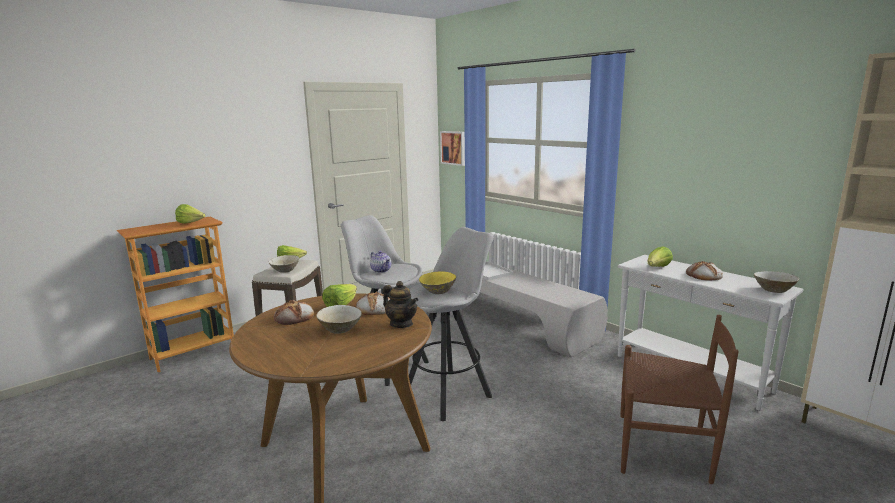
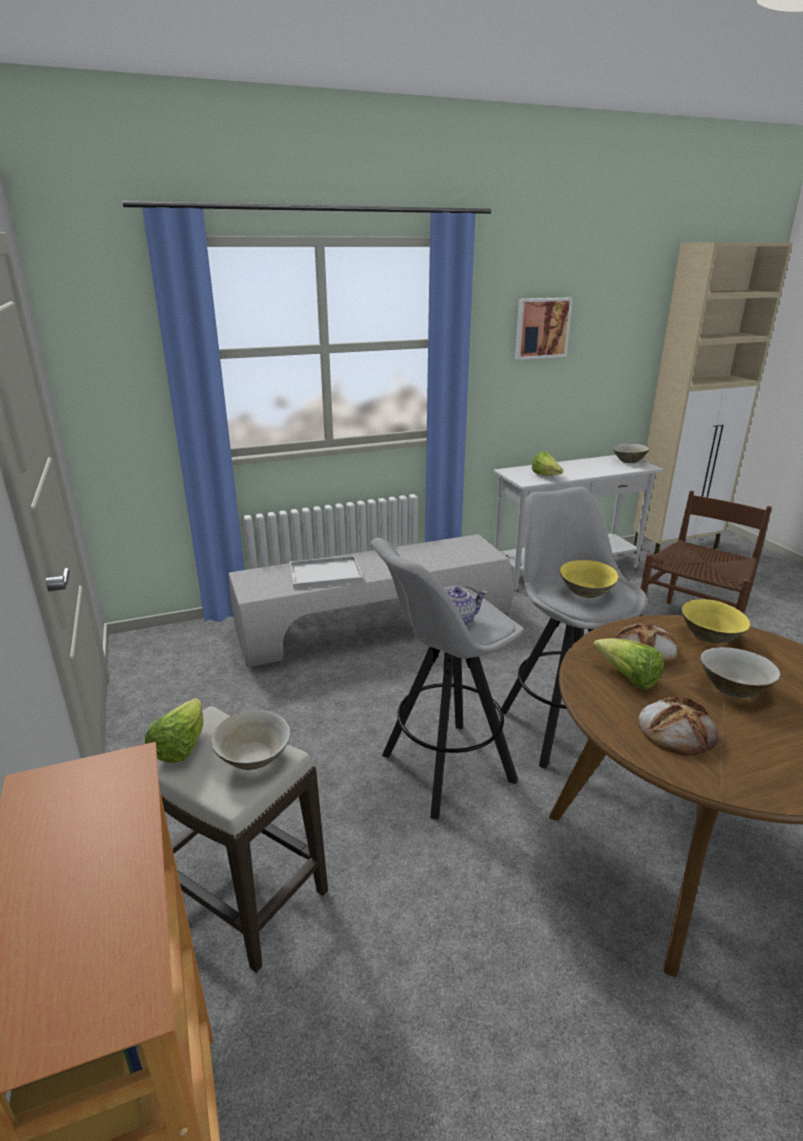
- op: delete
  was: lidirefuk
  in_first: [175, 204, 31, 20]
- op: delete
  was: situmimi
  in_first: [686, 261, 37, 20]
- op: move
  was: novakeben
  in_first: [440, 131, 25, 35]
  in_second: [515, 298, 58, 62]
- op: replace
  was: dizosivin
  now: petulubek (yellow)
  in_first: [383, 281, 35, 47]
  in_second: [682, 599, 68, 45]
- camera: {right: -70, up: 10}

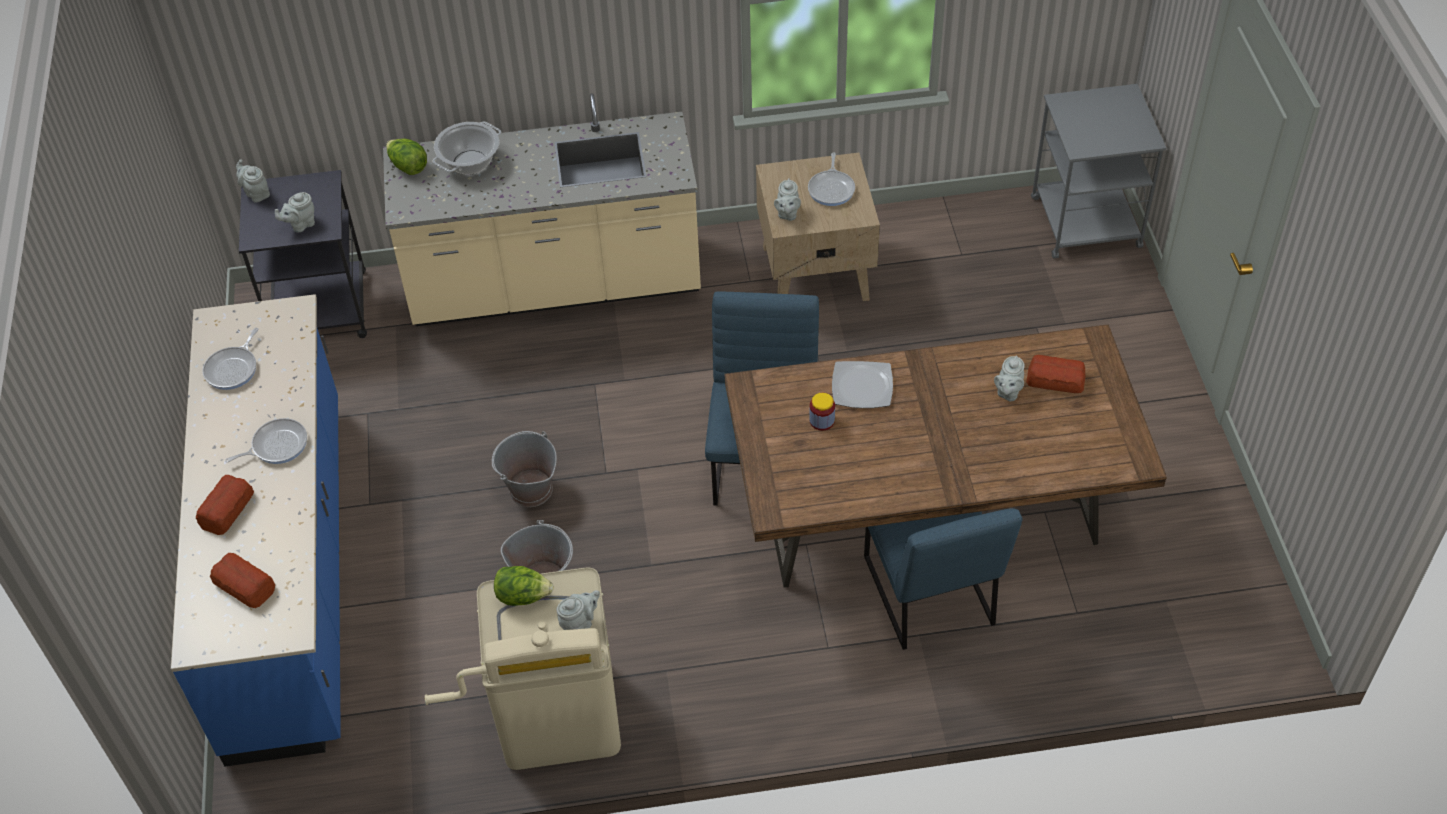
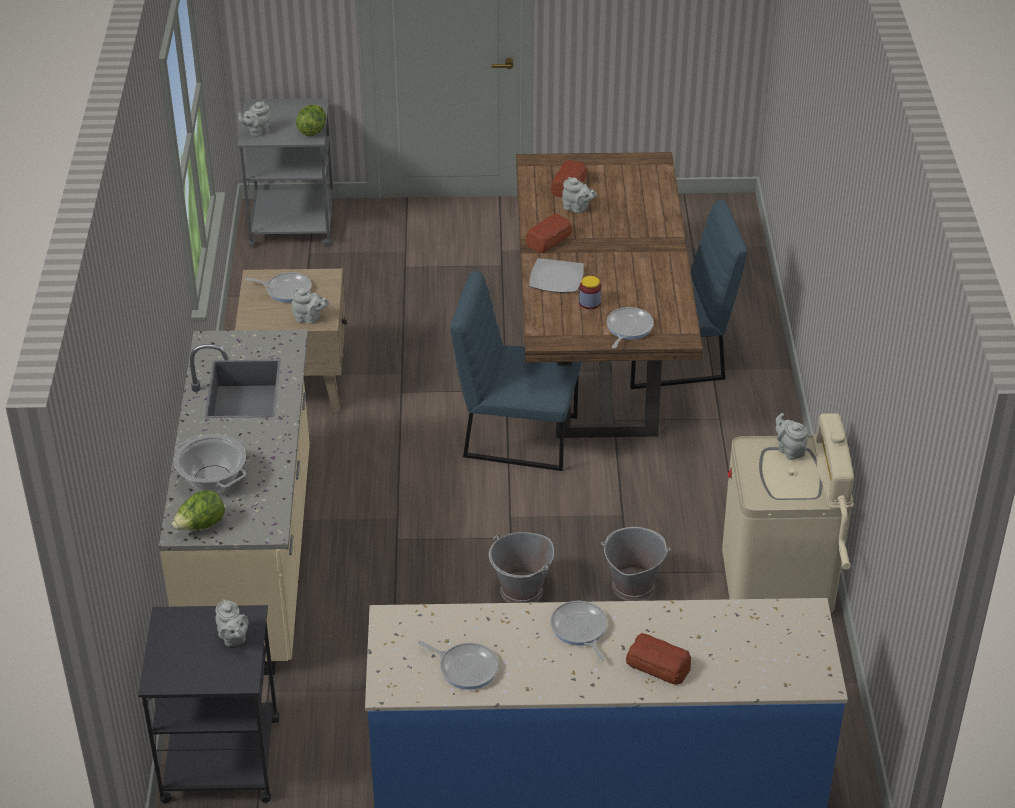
- op: insert
  now: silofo
  in_second: [607, 307, 47, 41]
- op: move
  was: situmimi
  in_first: [210, 553, 65, 55]
  in_second: [526, 214, 46, 39]
- op: move
  was: dizosivin (grey)
  in_first: [236, 159, 34, 44]
  in_second: [238, 101, 32, 36]
- op: move
  was: lidirefuk
  in_first: [494, 566, 60, 40]
  in_second: [296, 105, 30, 31]
- camera: {right: -85, up: -10}

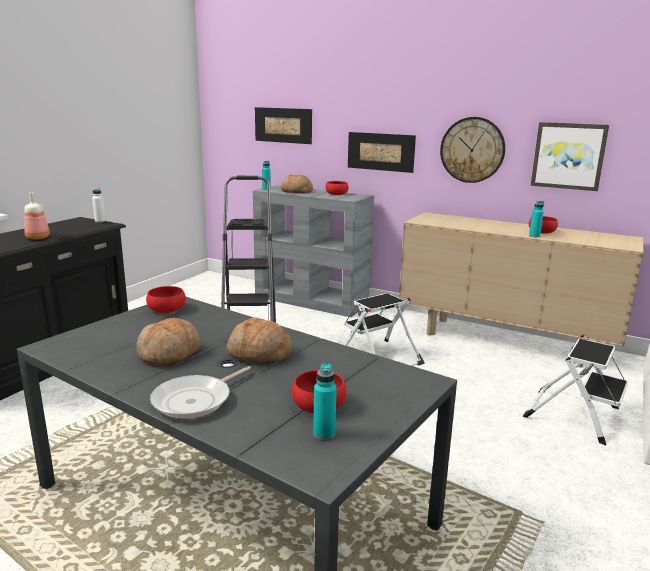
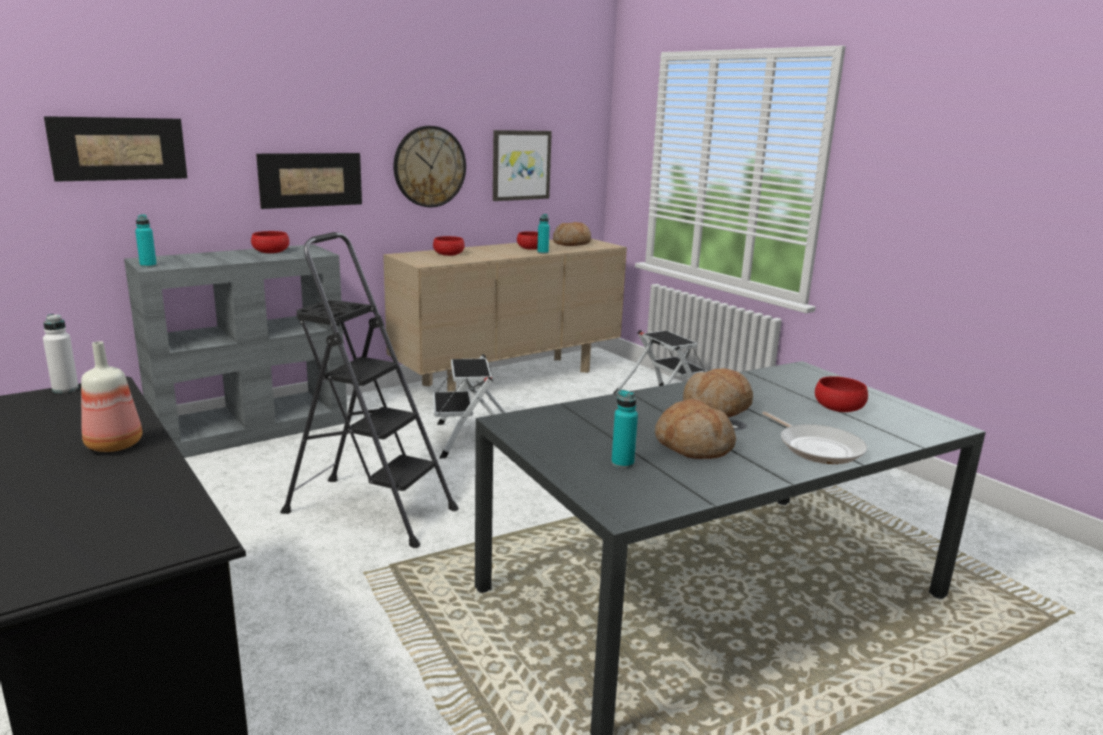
- op: move
  was: petulubek (red)
  in_first: [146, 286, 40, 27]
  in_second: [433, 236, 32, 20]
- op: move
  was: situmimi
  in_first: [281, 174, 32, 19]
  in_second: [553, 222, 38, 24]
- op: move
  was: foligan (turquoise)
  in_first: [313, 363, 24, 77]
  in_second: [611, 390, 27, 79]
- camera: {right: -65, up: 0}

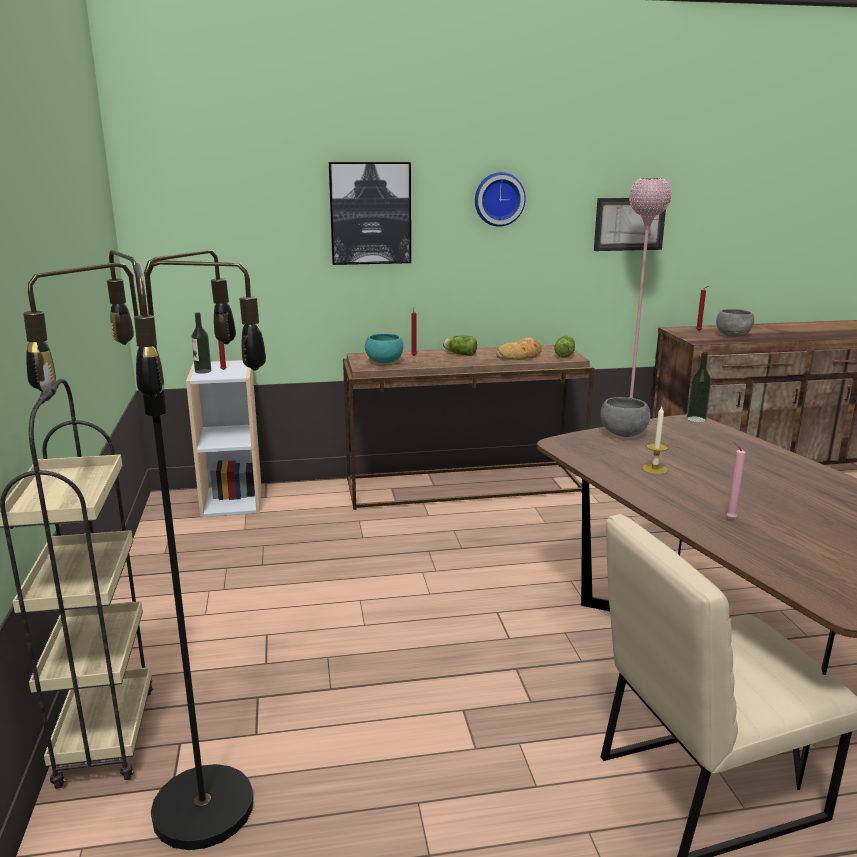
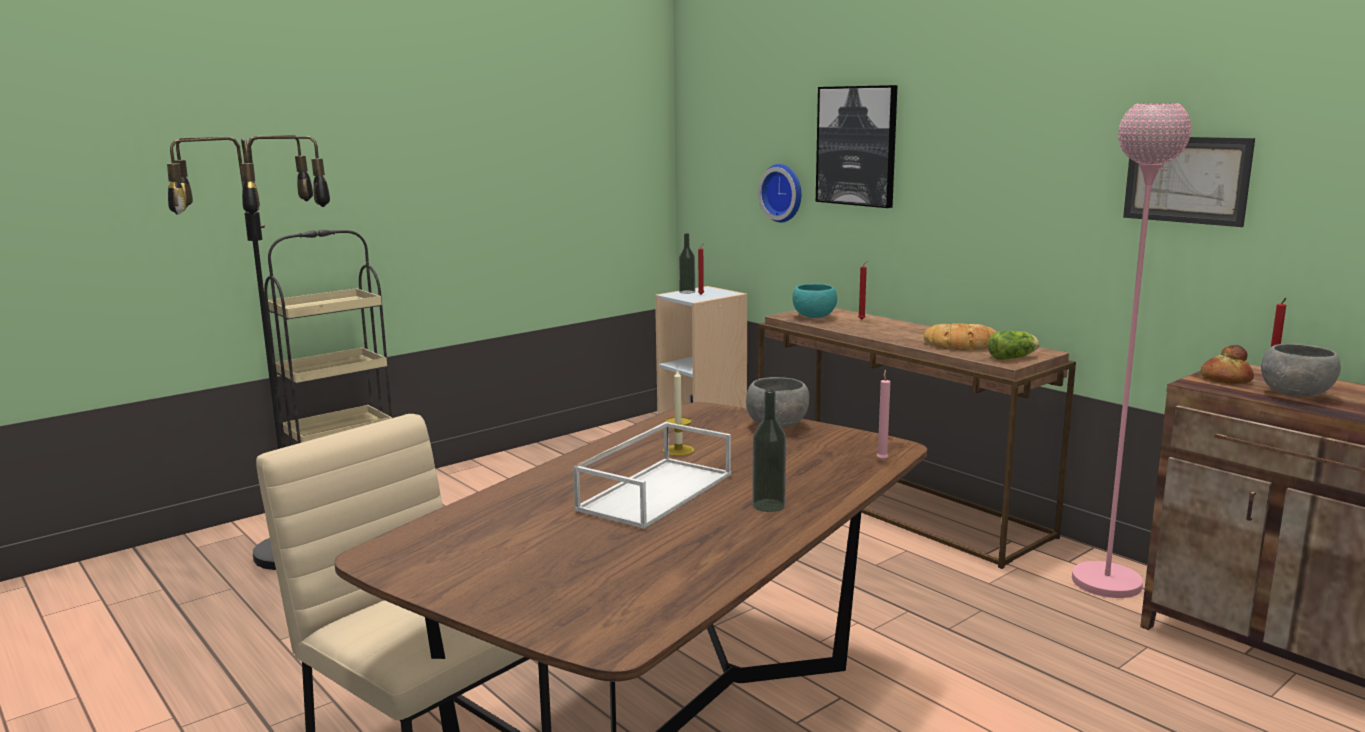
- op: delete
  was: lidirefuk
  in_first: [443, 336, 34, 20]
- op: insert
  now: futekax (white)
  in_second: [573, 422, 158, 107]
- op: insert
  now: situmimi
  in_second: [1201, 345, 53, 39]
- op: move
  was: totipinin
  in_first: [475, 172, 51, 55]
  in_second: [758, 164, 43, 59]
- op: move
  was: foligan
  in_first: [687, 352, 25, 71]
  in_second: [752, 389, 34, 123]
- op: move
  was: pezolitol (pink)
  in_first: [726, 442, 20, 77]
  in_second: [877, 370, 13, 91]
- camera: {right: 60, up: -5}

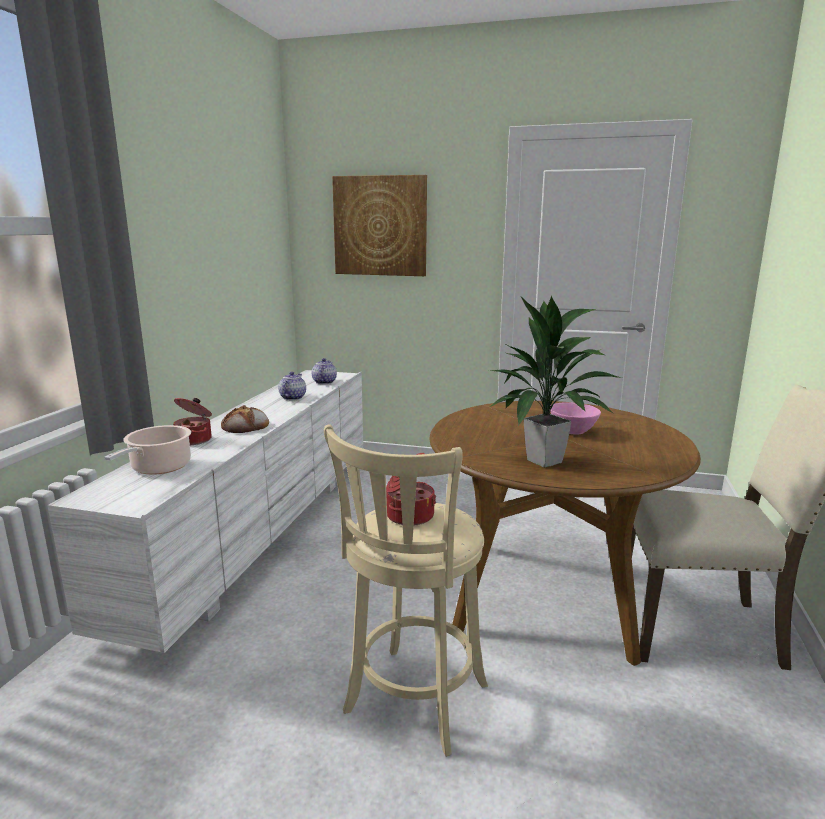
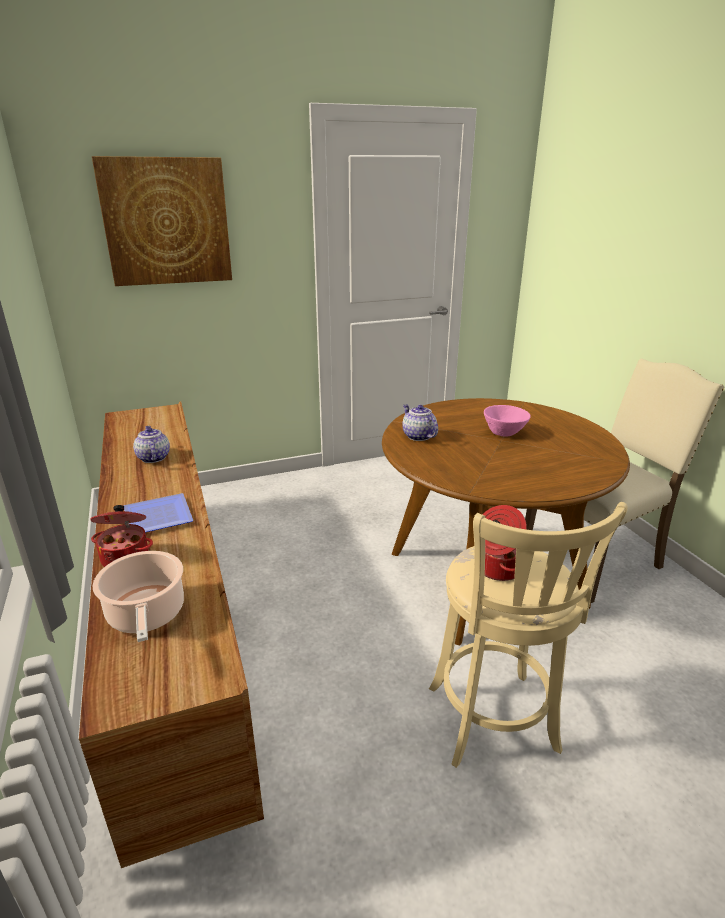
- op: delete
  was: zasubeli
  in_first: [489, 296, 132, 171]
- op: move
  was: dizosivin
  in_first: [312, 358, 25, 26]
  in_second: [402, 404, 36, 37]
- op: replace
  was: situmimi
  now: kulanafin
  in_first: [221, 405, 48, 28]
  in_second: [124, 493, 69, 40]
- op: recolor
  was: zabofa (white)
  now: zabofa (brown)
  in_first: [48, 370, 316, 283]
  in_second: [79, 402, 185, 466]
- camera: {right: -35, up: 10}

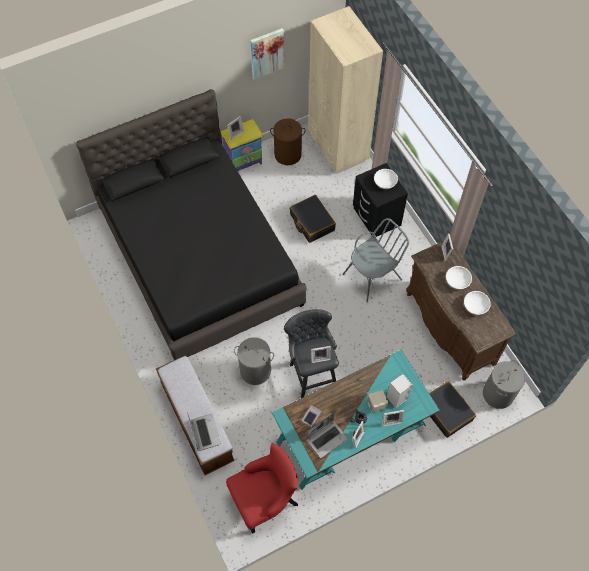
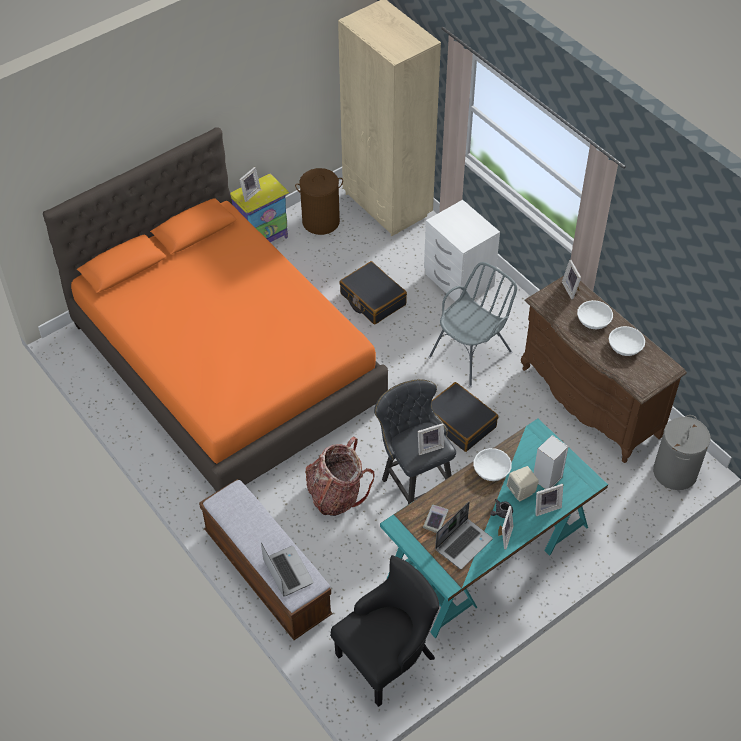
- op: delete
  was: novakeben
  in_first: [250, 28, 34, 52]
- op: move
  was: petulubek (white)
  in_first: [374, 169, 24, 20]
  in_second: [473, 448, 39, 33]
- op: move
  was: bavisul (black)
  in_first: [429, 381, 47, 57]
  in_second: [431, 382, 67, 70]
- op: replace
  was: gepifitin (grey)
  now: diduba
  in_first: [234, 337, 40, 48]
  in_second: [305, 437, 70, 79]
- op: recolor
  was: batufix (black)
  now: batufix (orange)
  in_first: [76, 89, 230, 271]
  in_second: [43, 127, 345, 365]
- op: recolor
  was: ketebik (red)
  now: ketebik (black)
  in_first: [226, 443, 72, 91]
  in_second: [330, 555, 109, 152]
- op: recolor
  was: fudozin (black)
  now: fudozin (white)
  in_first: [353, 163, 55, 74]
  in_second: [424, 200, 76, 102]
- camera: {right: -10, up: -10}

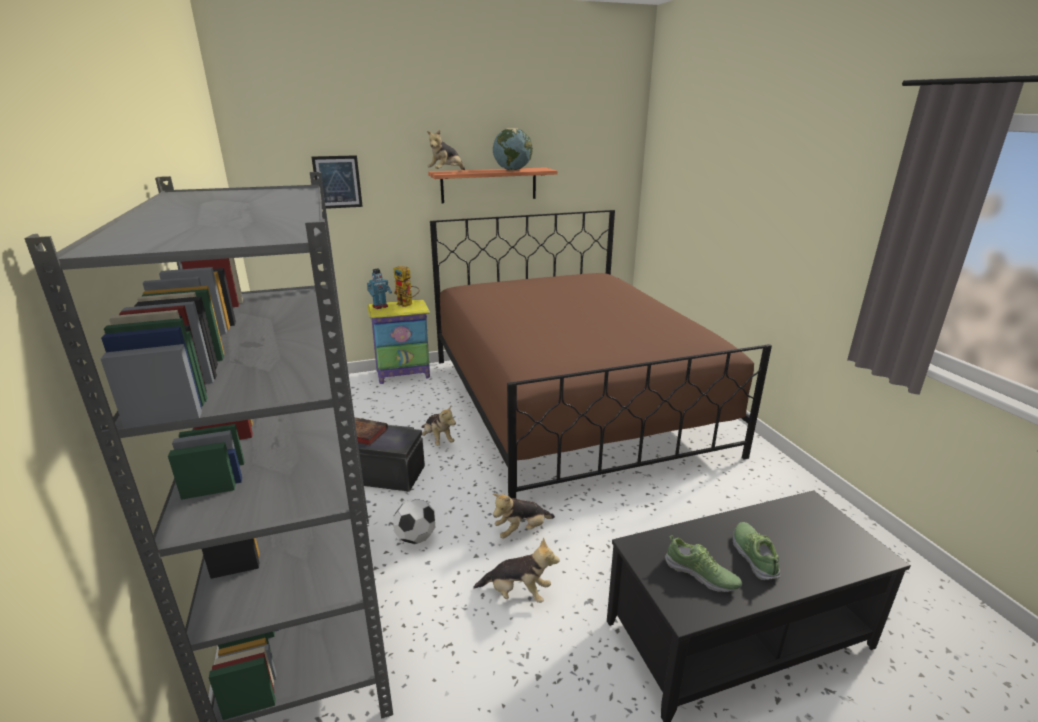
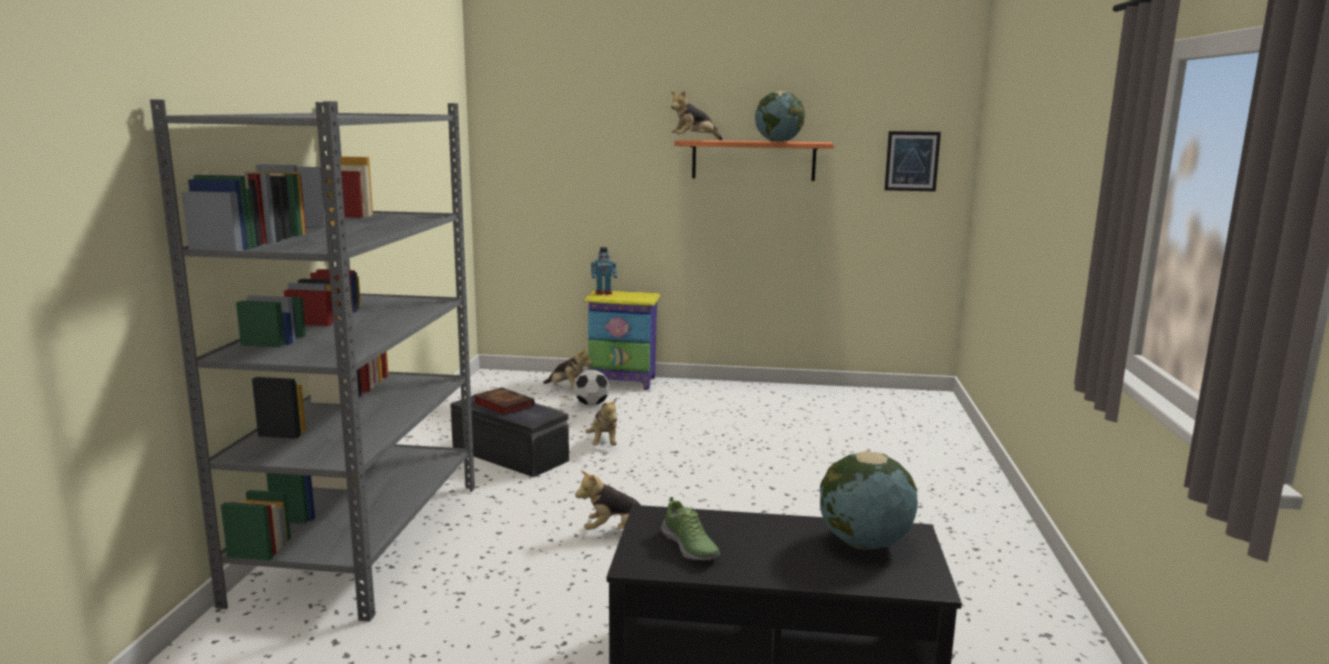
- op: delete
  was: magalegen
  in_first: [394, 266, 26, 41]
- op: delete
  was: batufix (brown)
  in_first: [430, 210, 342, 289]
- op: delete
  was: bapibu
  in_first: [733, 522, 48, 58]
- op: insert
  now: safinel
  in_second: [820, 451, 98, 99]
- op: move
  was: novakeben
  in_first: [312, 155, 51, 54]
  in_second: [884, 131, 57, 61]
- op: move
  was: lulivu
  in_first: [393, 499, 42, 45]
  in_second: [574, 369, 36, 37]
- op: move
  was: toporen
  in_first: [473, 537, 87, 66]
  in_second: [543, 348, 50, 41]
- camera: {right: 25, up: -10}

